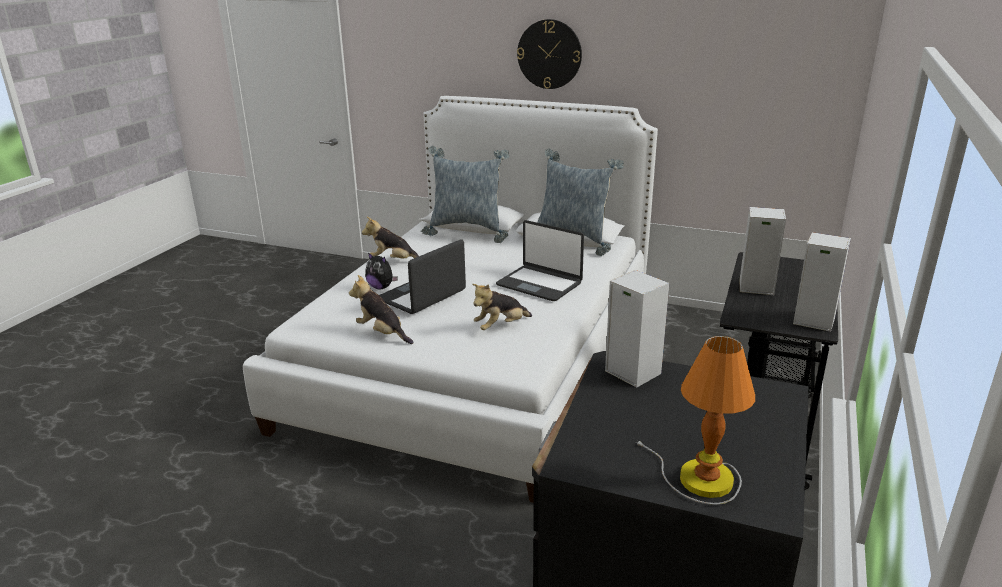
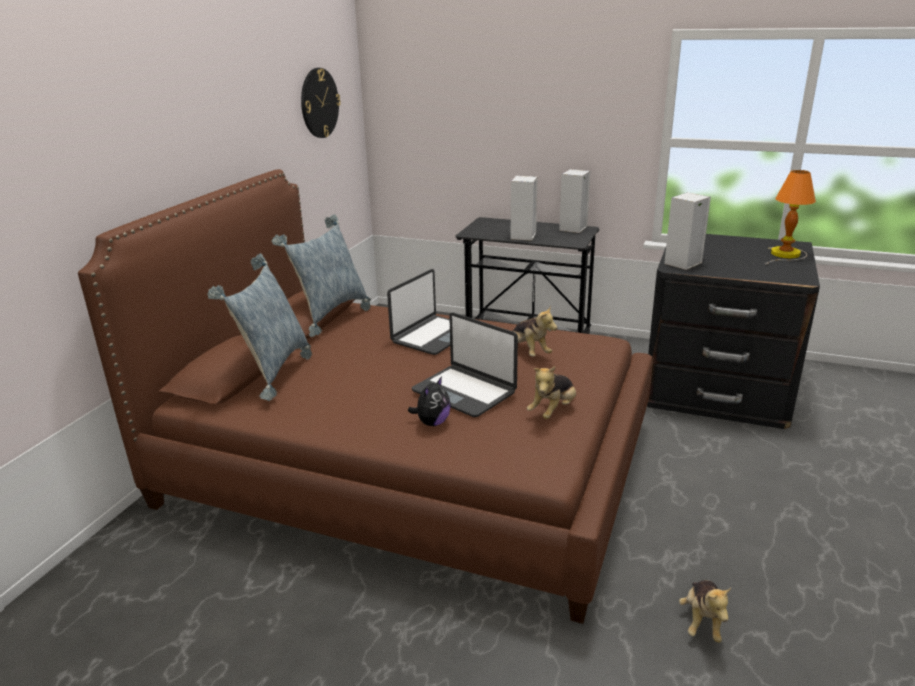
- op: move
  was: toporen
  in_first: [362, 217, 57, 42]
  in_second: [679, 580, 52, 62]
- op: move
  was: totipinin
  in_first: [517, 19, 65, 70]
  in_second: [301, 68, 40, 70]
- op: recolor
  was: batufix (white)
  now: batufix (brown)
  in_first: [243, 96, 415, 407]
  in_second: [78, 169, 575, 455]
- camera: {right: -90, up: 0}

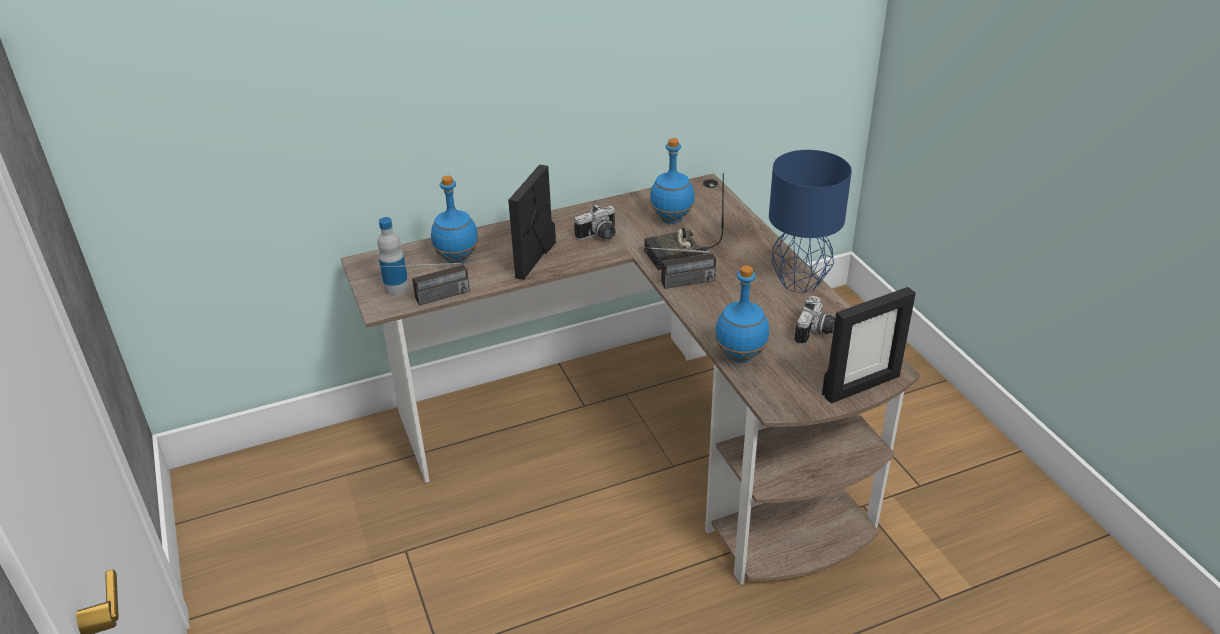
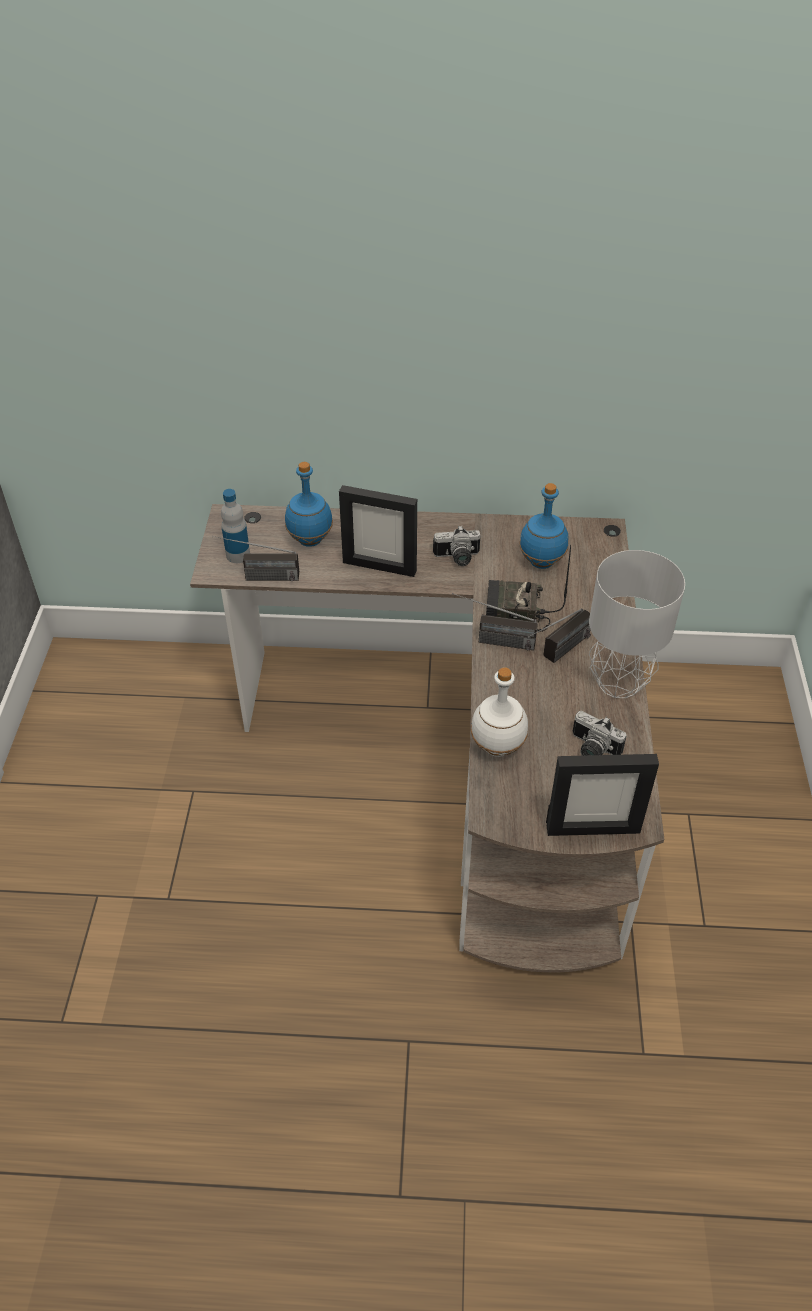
- op: insert
  now: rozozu
  in_second: [528, 608, 63, 55]
- op: recolor
  was: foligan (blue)
  now: foligan (white)
  in_first: [715, 266, 54, 97]
  in_second: [471, 667, 57, 90]
- op: recolor
  was: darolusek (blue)
  now: darolusek (grey)
  in_first: [769, 150, 83, 143]
  in_second: [589, 550, 96, 148]
- op: rotate
  was: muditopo
  in_first: [508, 164, 48, 116]
  in_second: [339, 485, 78, 92]
  clockwise: -120
- op: rotate
  was: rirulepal
  in_first: [795, 296, 40, 49]
  in_second: [573, 711, 54, 45]
  clockwise: 75
- camera: {right: 25, up: 10}

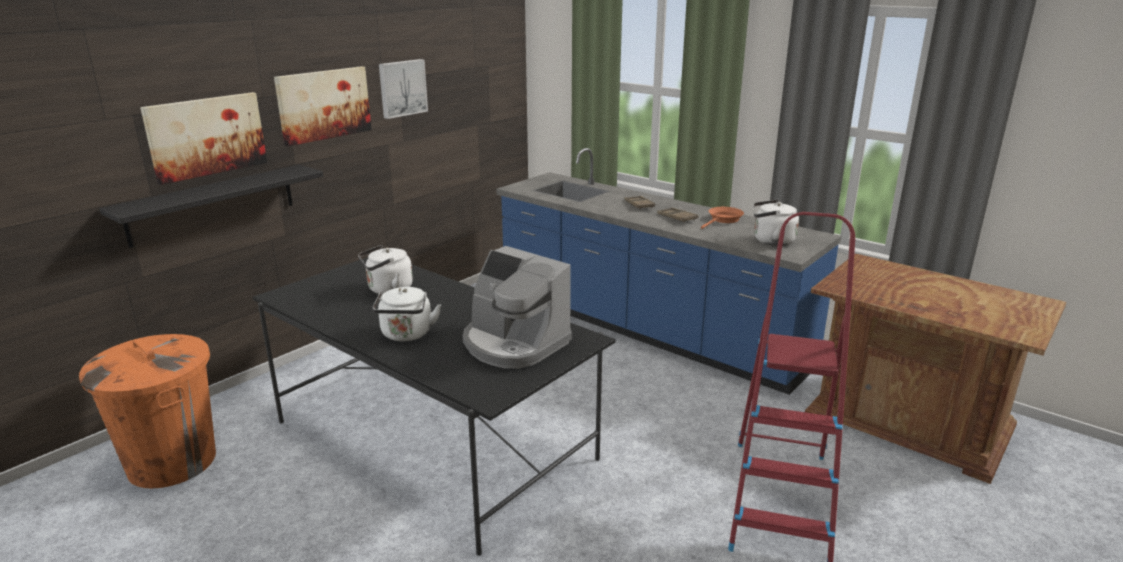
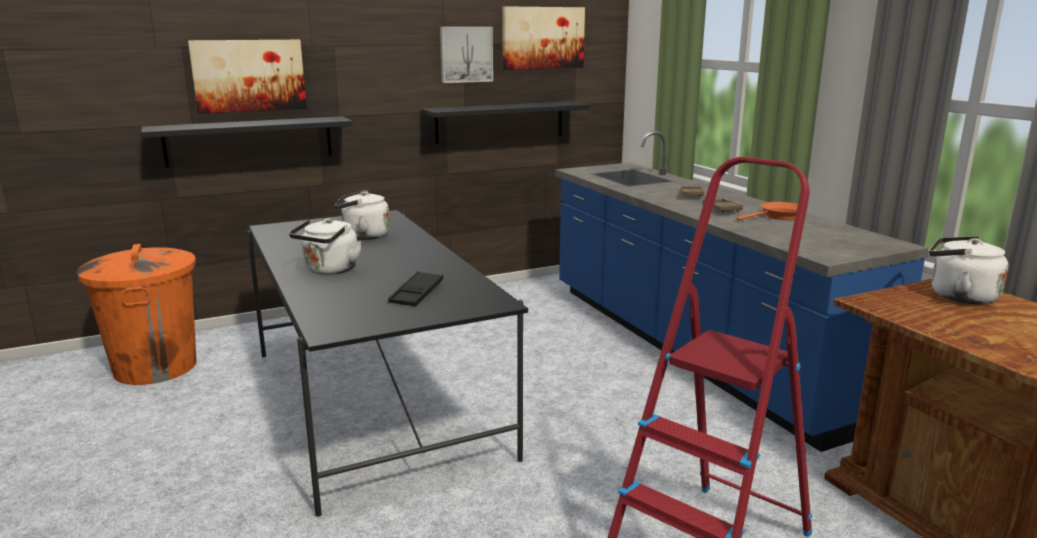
- op: insert
  now: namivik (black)
  in_second: [421, 101, 169, 43]
- op: move
  was: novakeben
  in_first: [274, 66, 98, 80]
  in_second: [502, 6, 83, 64]
- op: move
  was: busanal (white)
  in_first: [753, 199, 46, 47]
  in_second: [929, 236, 80, 68]
- op: replace
  was: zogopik
  now: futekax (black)
  in_first: [463, 246, 109, 123]
  in_second: [388, 271, 55, 35]
- camera: {right: 25, up: -5}

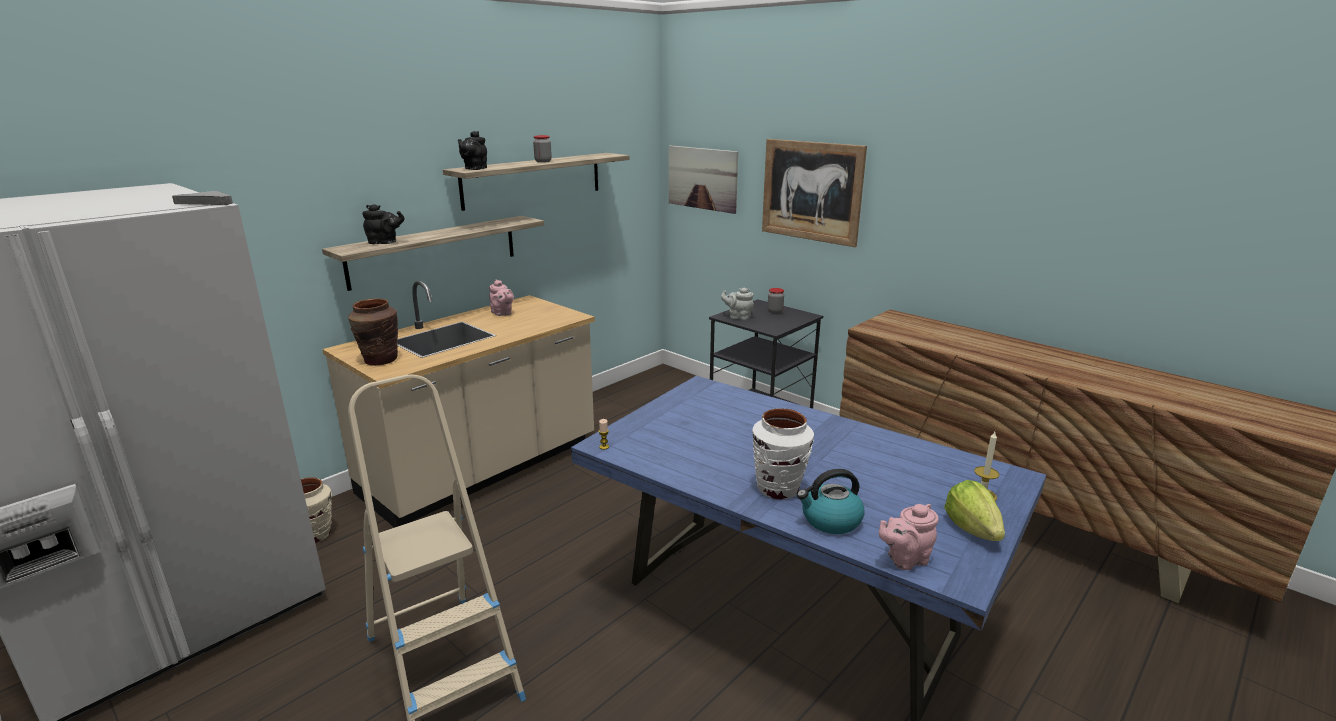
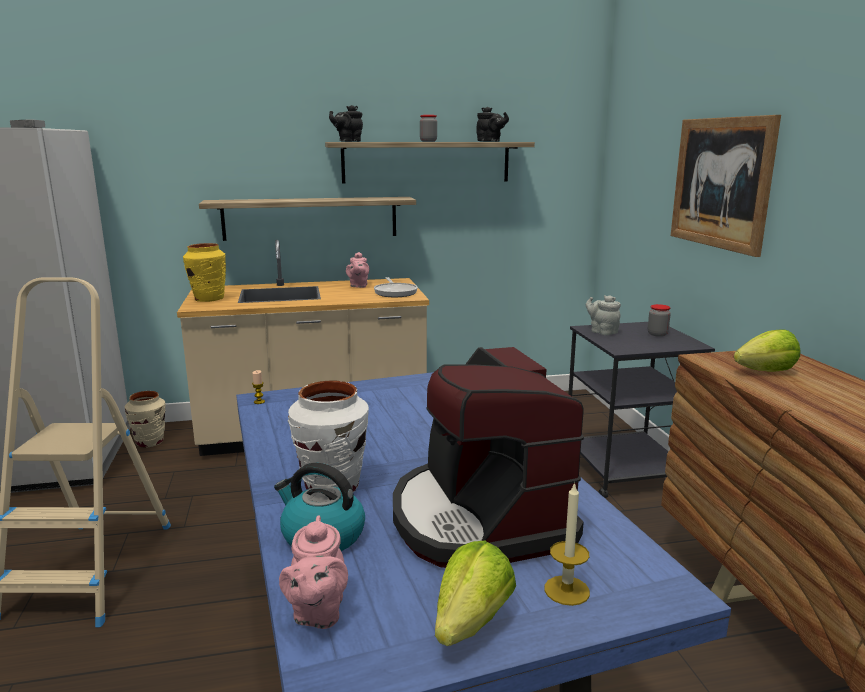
- op: delete
  was: novakeben
  in_first: [669, 145, 69, 69]
- op: insert
  now: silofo
  in_second: [374, 277, 44, 20]
- op: insert
  now: zogopik
  in_second: [393, 347, 191, 221]
- op: insert
  now: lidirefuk
  in_second: [734, 329, 66, 43]
- op: move
  was: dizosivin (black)
  in_first: [362, 204, 43, 40]
  in_second: [476, 107, 33, 35]
- op: recolor
  was: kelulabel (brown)
  now: kelulabel (yellow)
  in_first: [348, 298, 50, 68]
  in_second: [183, 243, 43, 59]
- op: rotate
  was: dizosivin (pink)
  in_first: [879, 504, 60, 66]
  in_second: [279, 516, 69, 113]
  clockwise: -105
- camera: {right: 35, up: -5}

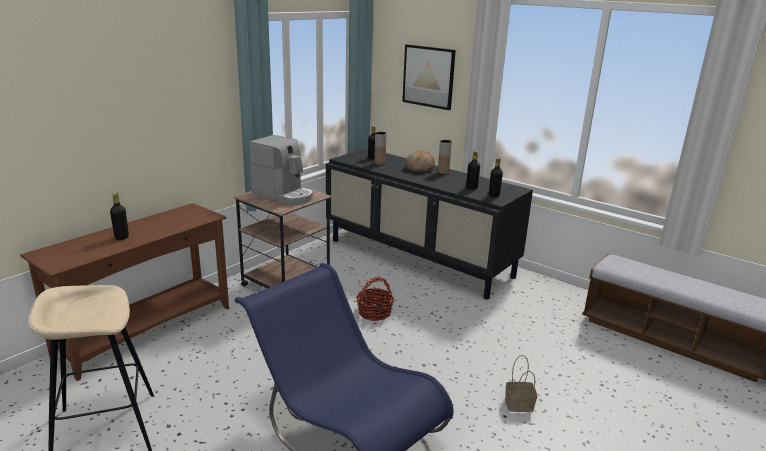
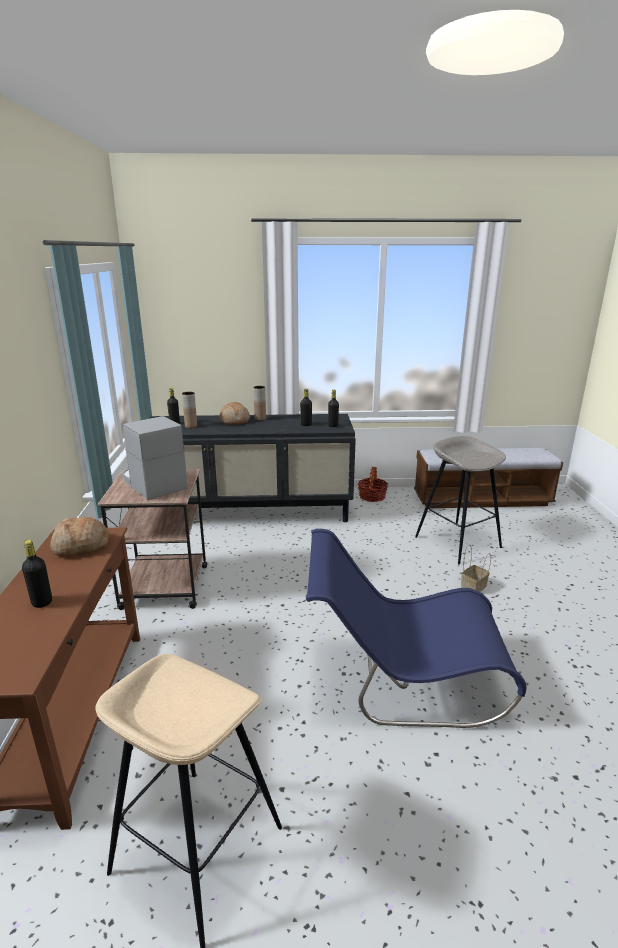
- op: delete
  was: novakeben
  in_first: [402, 44, 54, 66]
- op: insert
  now: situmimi
  in_second: [50, 517, 60, 40]
- op: insert
  now: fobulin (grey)
  in_second: [415, 436, 91, 129]
- op: move
  was: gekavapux
  in_first: [356, 277, 38, 44]
  in_second: [358, 467, 30, 35]
- op: rotate
  was: zogopik
  in_first: [249, 135, 64, 70]
  in_second: [122, 416, 66, 84]
  clockwise: -120
- camera: {right: -40, up: 0}

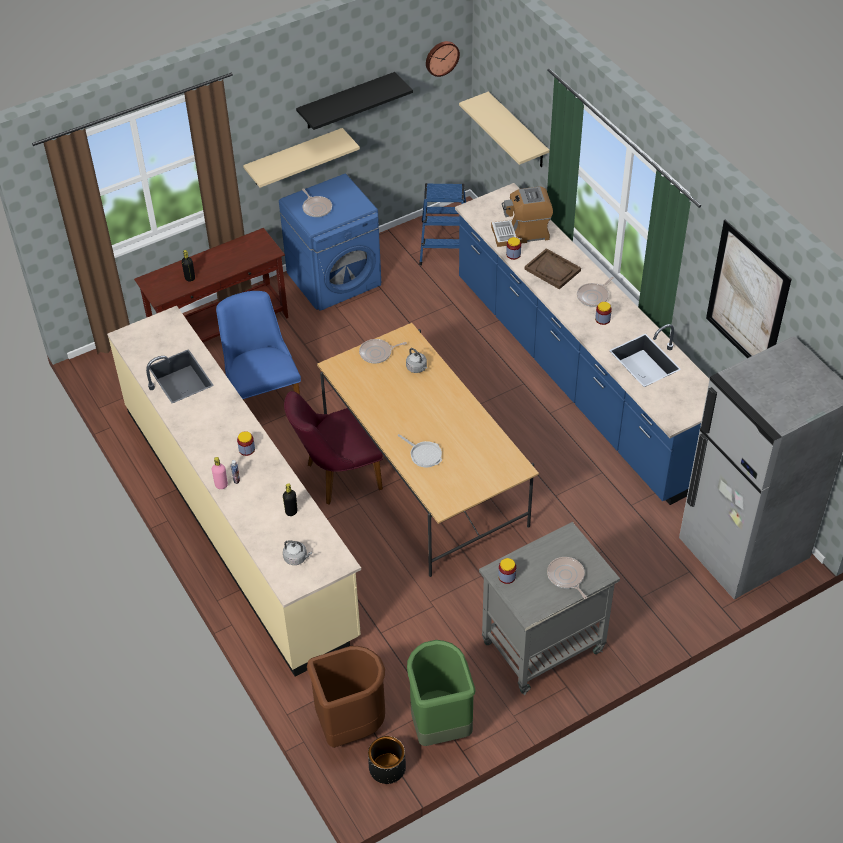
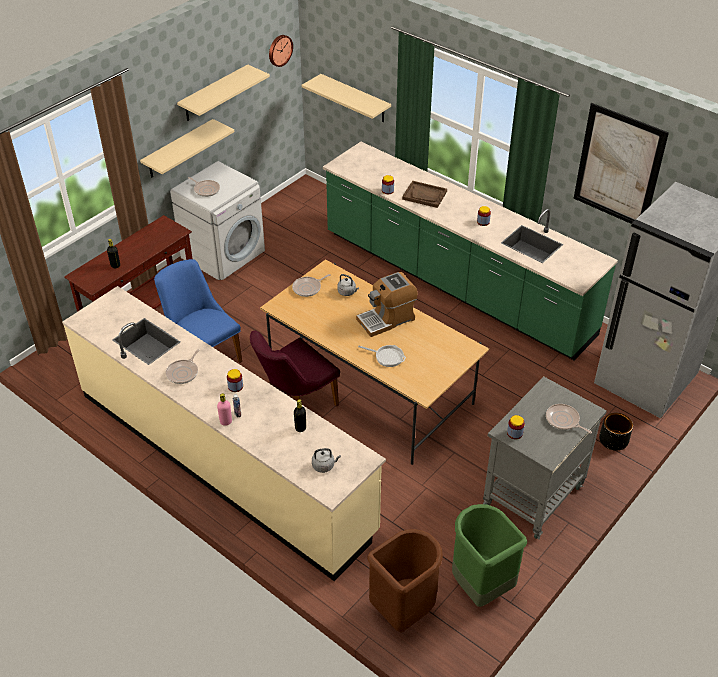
- op: delete
  was: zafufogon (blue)
  in_first: [419, 183, 47, 83]
- op: move
  was: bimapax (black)
  in_first: [368, 736, 38, 48]
  in_second: [599, 412, 34, 39]
- op: move
  was: zogopik
  in_first: [491, 186, 62, 61]
  in_second: [356, 272, 62, 65]
- op: move
  was: silofo
  in_first: [577, 277, 37, 30]
  in_second: [166, 349, 34, 35]
- op: recolor
  was: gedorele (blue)
  now: gedorele (white)
  in_first: [279, 173, 102, 138]
  in_second: [170, 161, 95, 119]
- op: recolor
  was: namivik (black)
  now: namivik (beige)
  in_first: [296, 72, 117, 58]
  in_second: [177, 64, 93, 57]
- op: recolor
  was: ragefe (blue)
  now: ragefe (green)
  in_first: [455, 183, 254, 322]
  in_second: [323, 142, 295, 218]
- camera: {right: -20, up: -5}

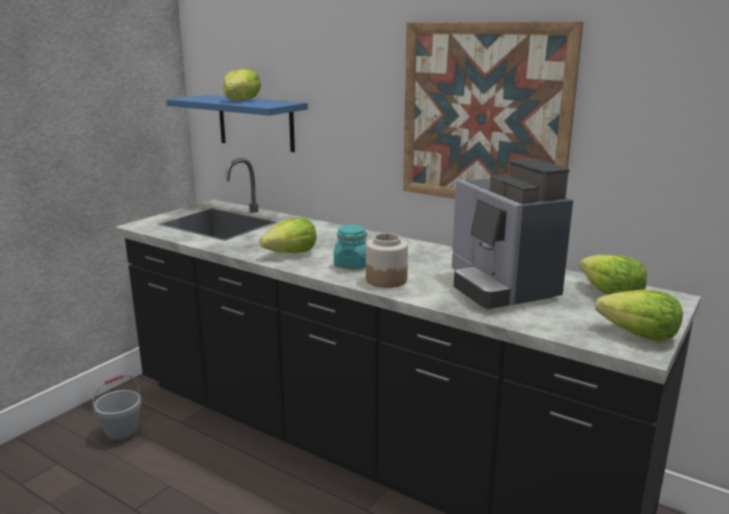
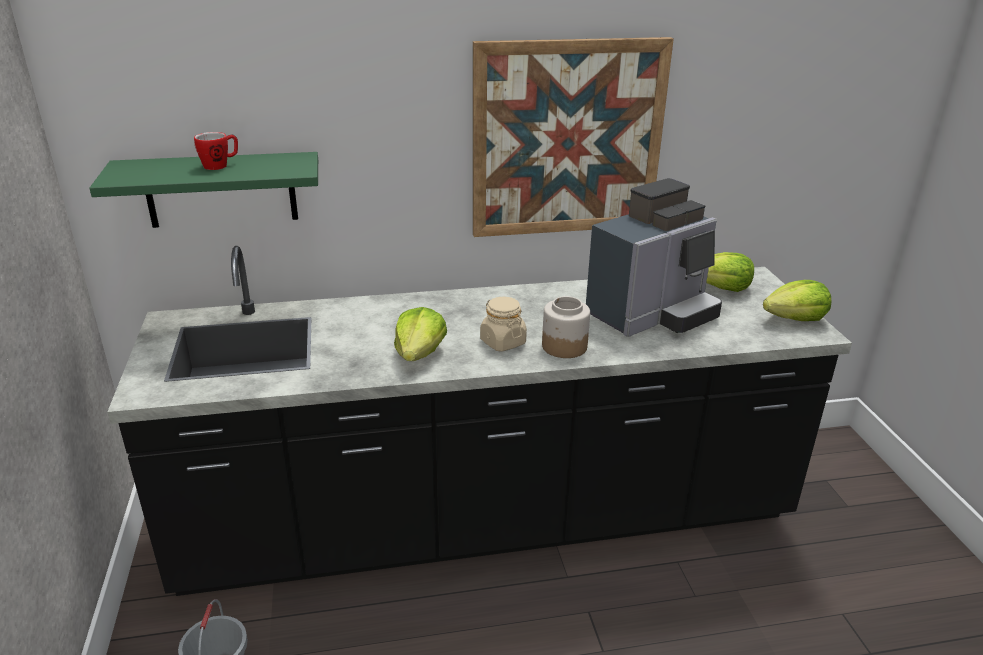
- op: replace
  was: lidirefuk
  now: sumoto
  in_first: [223, 69, 38, 31]
  in_second: [194, 132, 44, 38]
- op: recolor
  was: namivik (blue)
  now: namivik (green)
  in_first: [166, 95, 142, 57]
  in_second: [89, 152, 229, 76]
- op: recolor
  was: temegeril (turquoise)
  now: temegeril (beige)
  in_first: [334, 225, 33, 44]
  in_second: [480, 297, 47, 55]
- op: rotate
  was: zogopik
  in_first: [452, 158, 121, 151]
  in_second: [586, 178, 136, 159]
  clockwise: -60
- camera: {right: -45, up: 10}

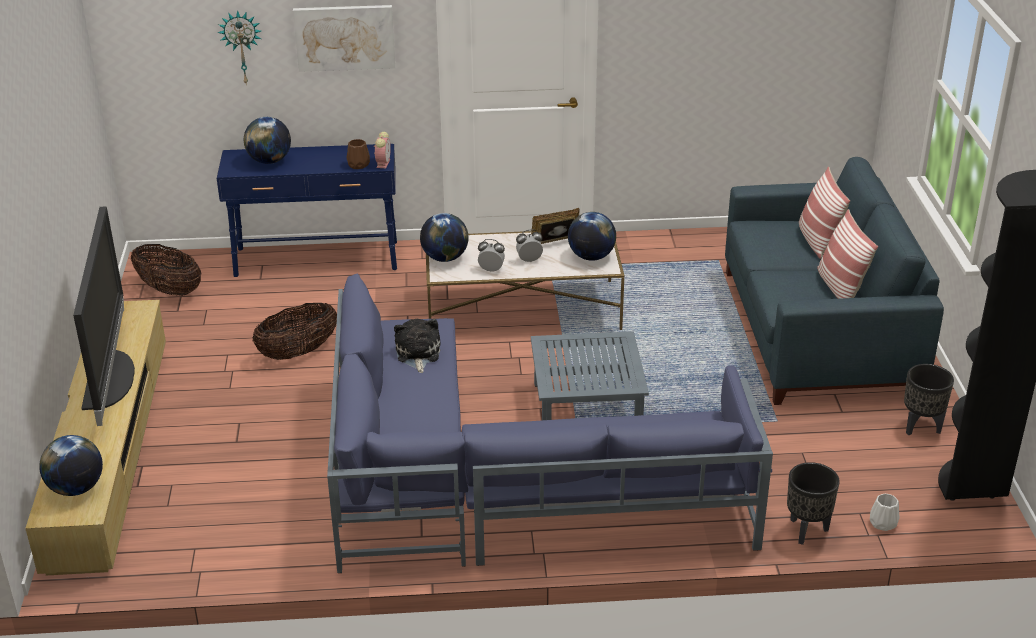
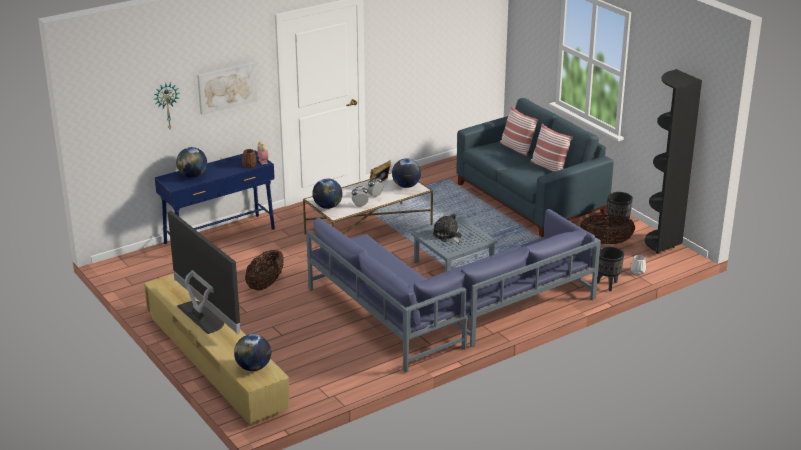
- op: move
  was: gekavapux
  in_first: [131, 244, 70, 52]
  in_second: [580, 215, 55, 29]
- op: move
  was: toporen
  in_first: [394, 319, 46, 54]
  in_second: [433, 214, 29, 30]
- camera: {right: -30, up: -5}

